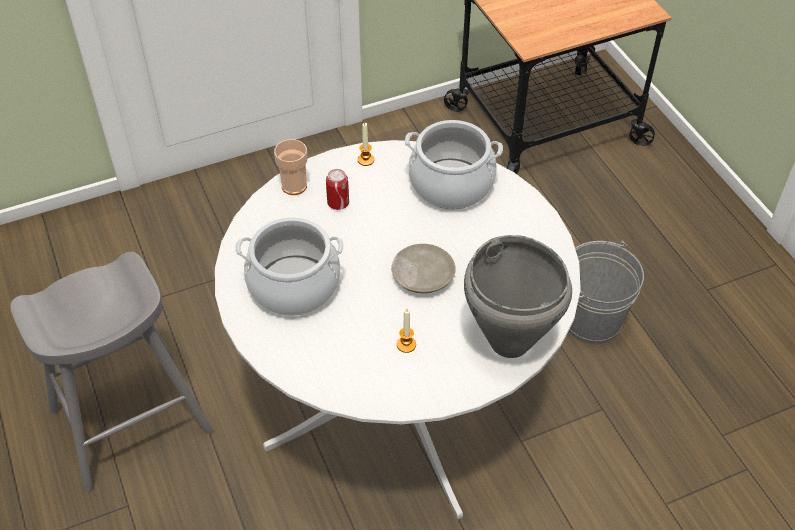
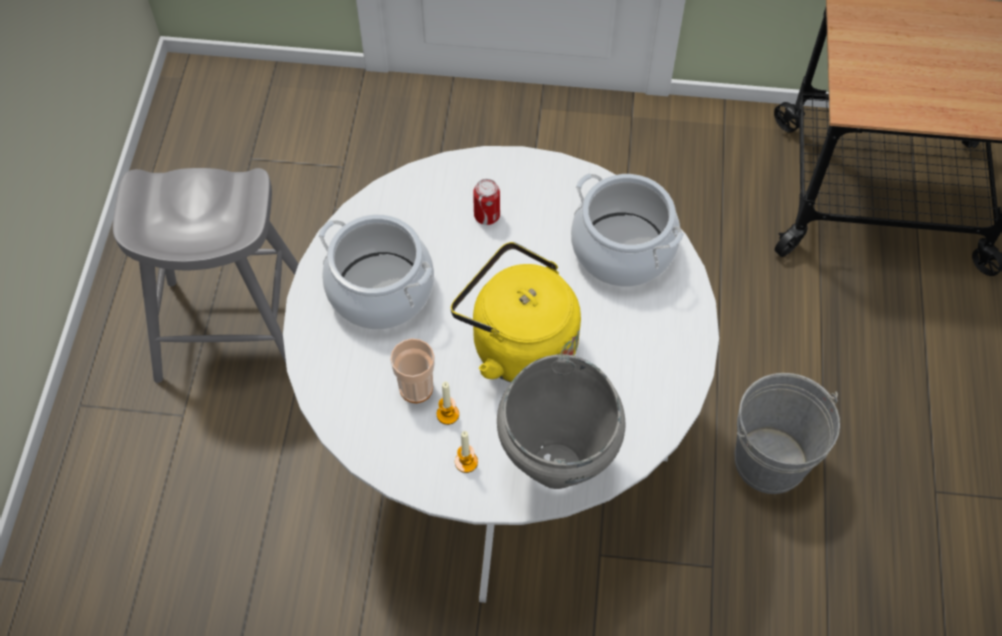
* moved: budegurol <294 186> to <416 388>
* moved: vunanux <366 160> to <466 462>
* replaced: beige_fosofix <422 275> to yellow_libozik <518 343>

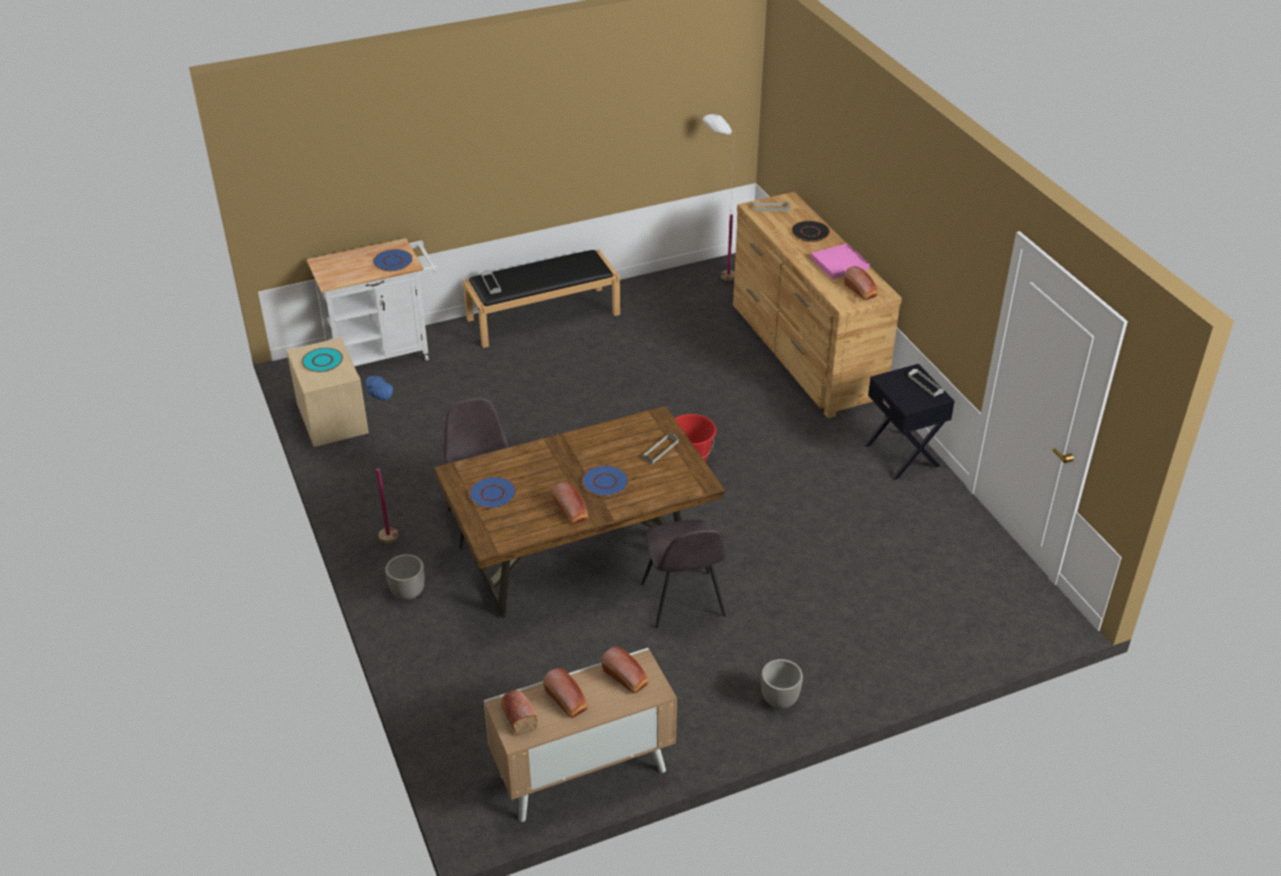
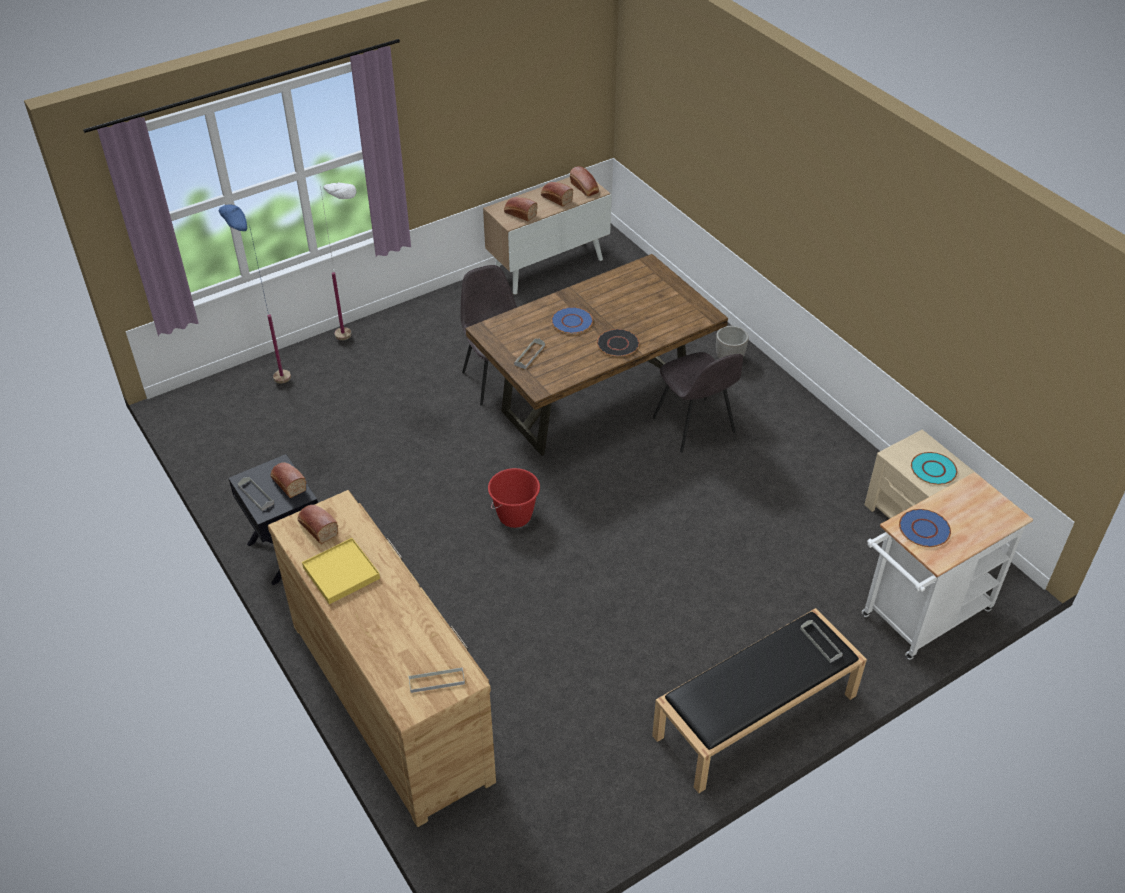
* removed: blue_fosofix <493 493>
* removed: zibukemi <779 700>
* moved: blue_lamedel <398 549> to <273 375>
* moved: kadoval <571 511> to <288 483>
* moved: white_lamedel <716 276> to <356 342>
* moved: black_fosofix <810 232> to <618 344>
* recoloured: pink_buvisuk <839 263> to yellow_buvisuk <341 573>

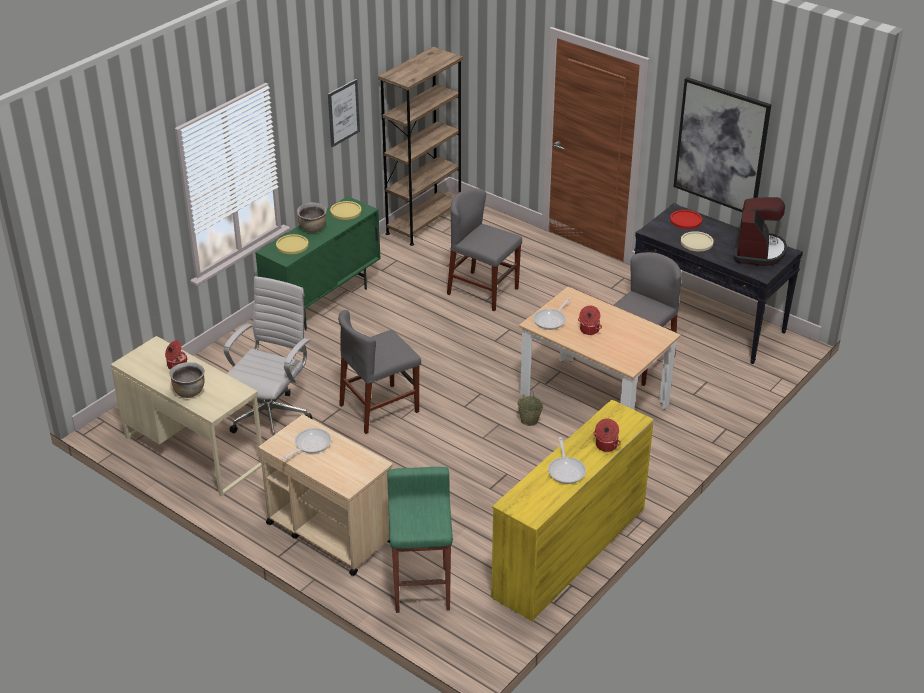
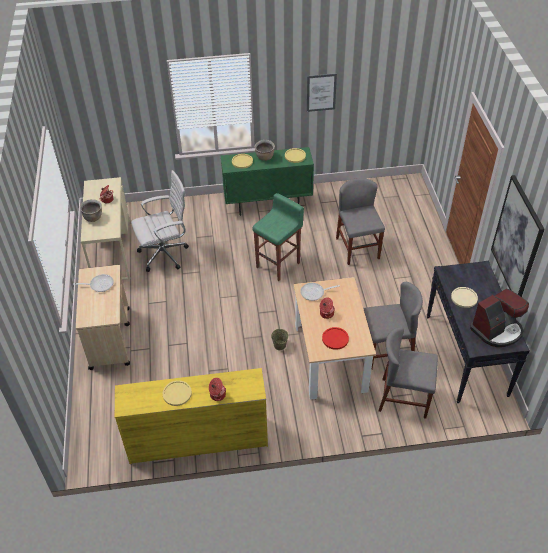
* removed: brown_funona <424 223>
* moved: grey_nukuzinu <379 408> to <404 398>
* moved: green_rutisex <422 588> to <279 265>
* moved: red_fosofix <685 220> to <335 339>
* replaced: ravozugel <566 470> to yellow_fosofix <177 393>

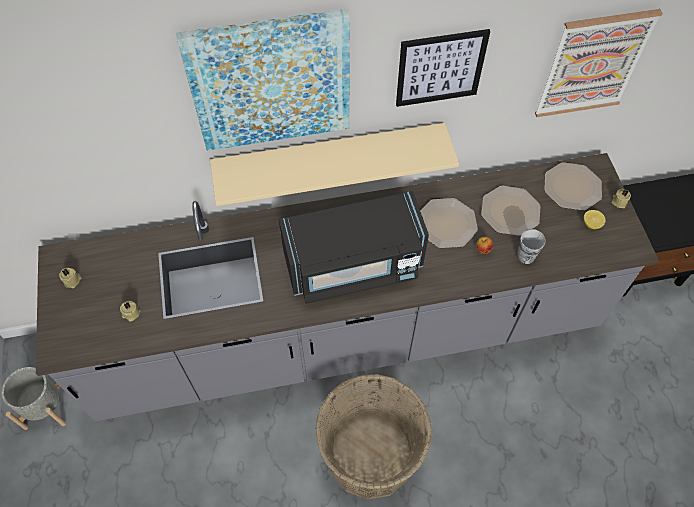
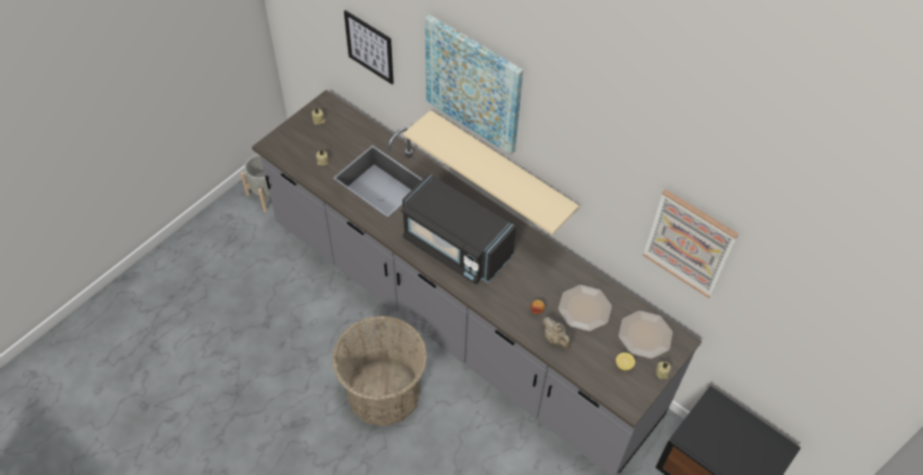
* removed: fosofix <447 224>
* moved: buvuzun <440 68> to <369 47>
* replaced: budegurol <525 256> to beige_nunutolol <555 339>

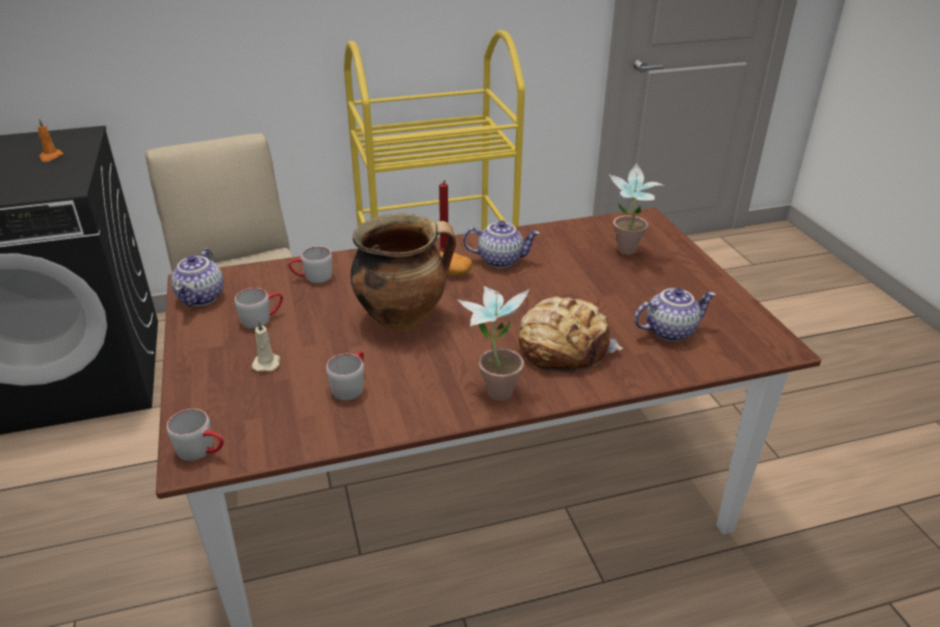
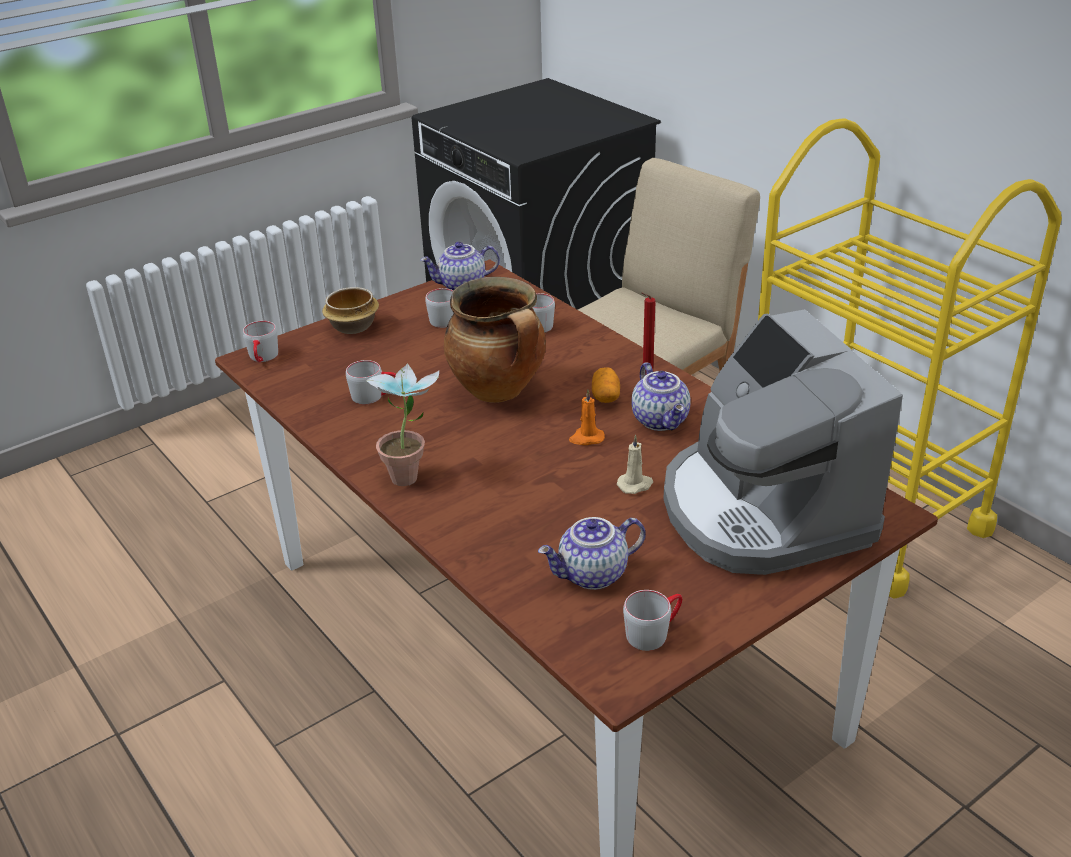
* removed: kadoval <563 347>
* added: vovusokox <353 327>
* added: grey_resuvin <654 632>
* moved: orange_vunanux <50 157> to <586 438>
* moved: beige_vunanux <267 363> to <635 485>
* replaced: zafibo <626 253> to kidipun <762 511>
* turned: nunutolol <670 331> = <593 575> 105 degrees clockwise

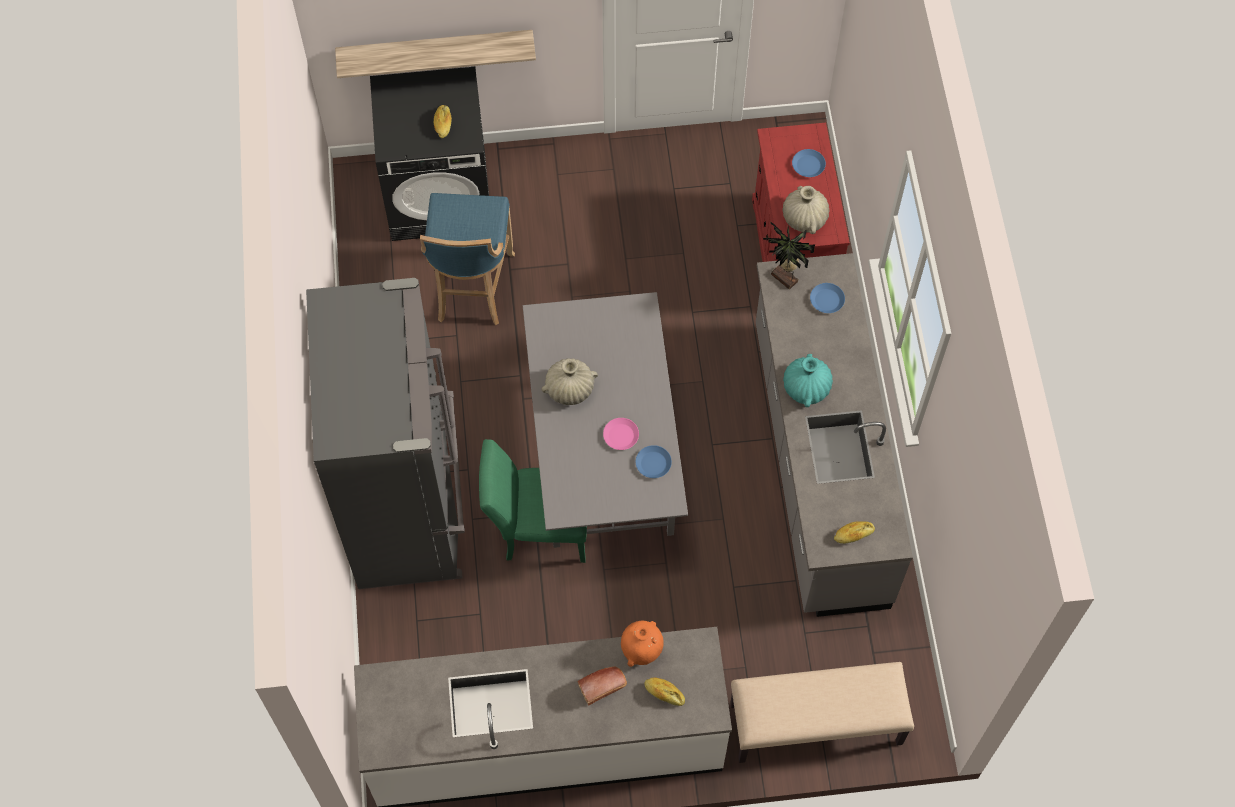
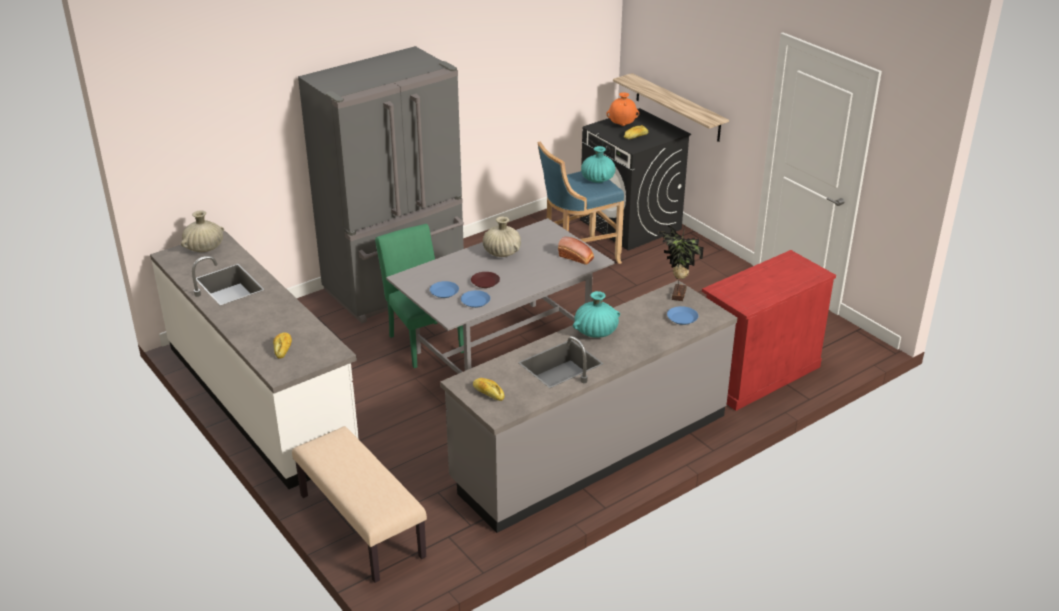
* added: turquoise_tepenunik <597 179>
* moved: kadoval <603 686> to <577 258>
* moved: orange_tepenunik <641 650> to <622 125>
* moved: beige_tepenunik <804 219> to <204 248>
* moved: blue_fosofix <808 165> to <444 292>
* recoloured: pink_fosofix <621 436> to brown_fosofix <485 282>

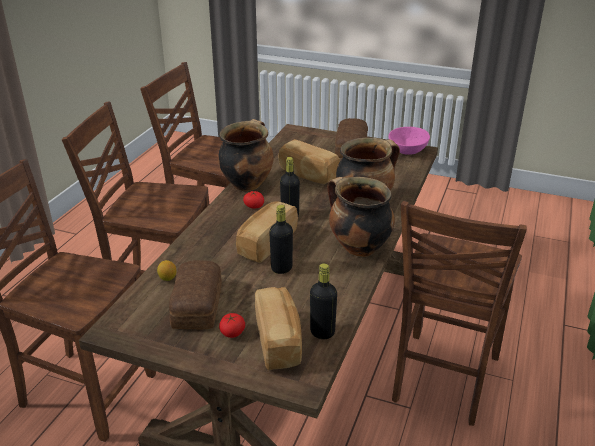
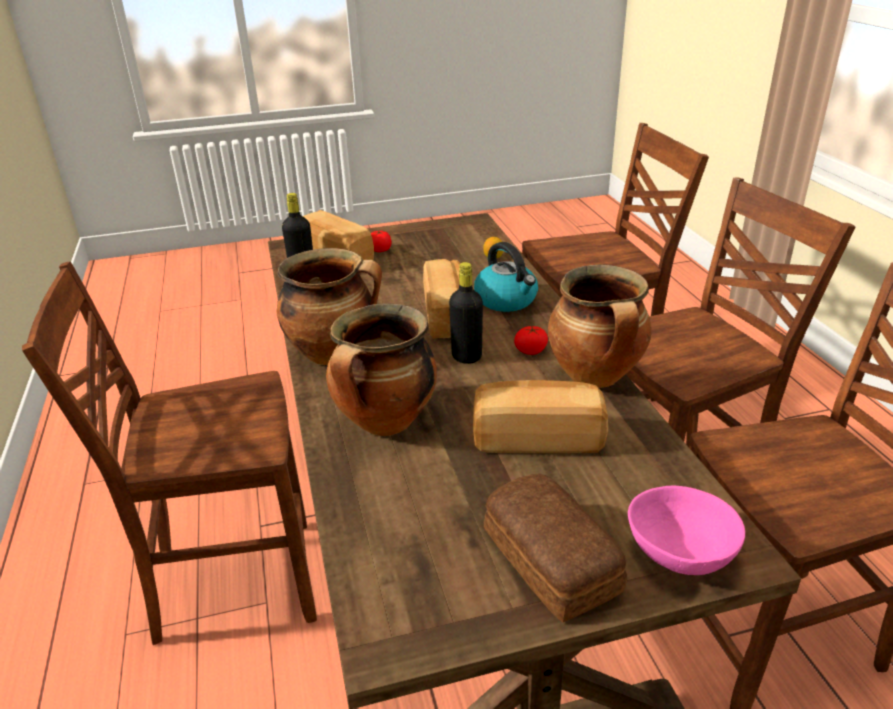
* removed: kadoval <195 306>
* removed: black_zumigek <281 268>
* added: libozik <507 300>
* moved: pink_vovusokox <407 150> to <681 554>
* turned: brown_nukuzinu <442 379> = <231 582> 90 degrees counterclockwise

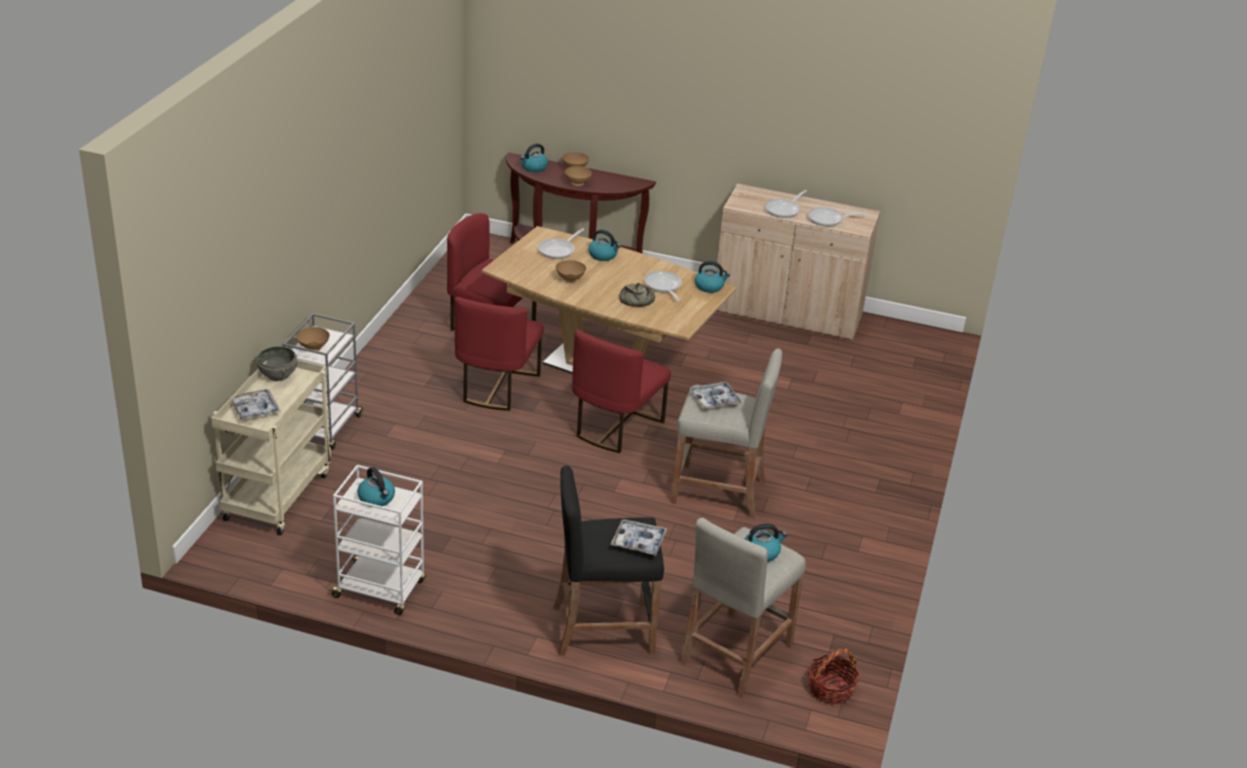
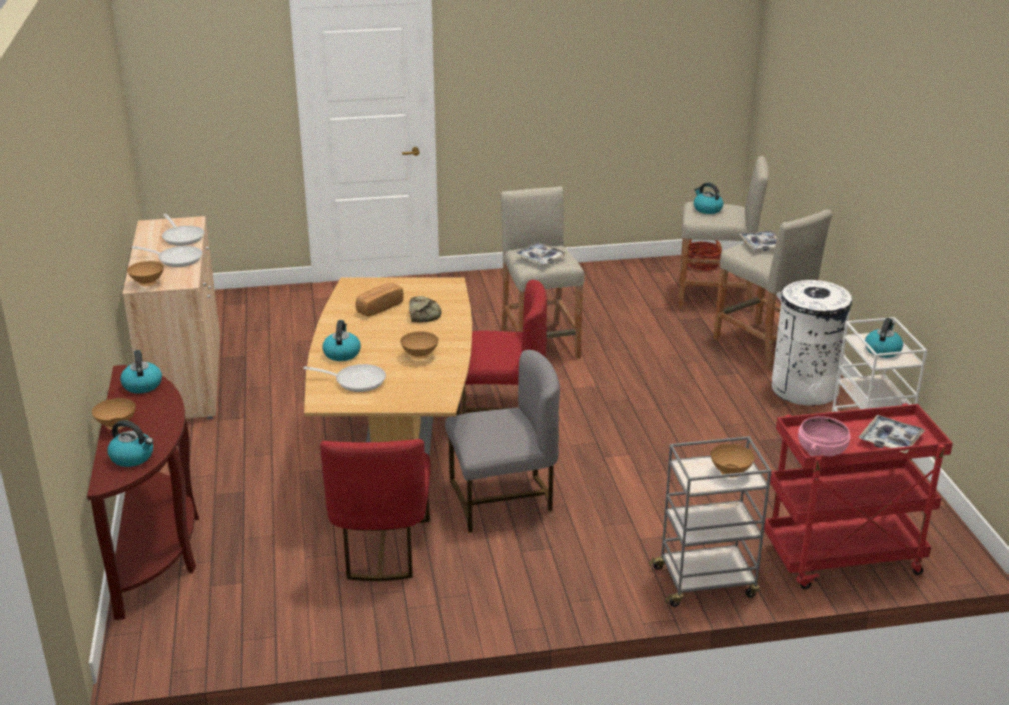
* added: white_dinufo <804 389>
* moved: brown_vovusokox <577 183> to <147 284>
* moved: libozik <709 286> to <142 385>
* replaced: ravozugel <663 287> to kadoval <379 308>
* recoloured: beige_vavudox <277 495> to red_vavudox <842 560>
* recoloured: grey_vovusokox <278 374> to pink_vovusokox <820 452>
* recoloured: red_nukuzinu <496 387> to grey_nukuzinu <502 500>
* recoloured: black_rutisex <602 629> to beige_rutisex <763 345>

